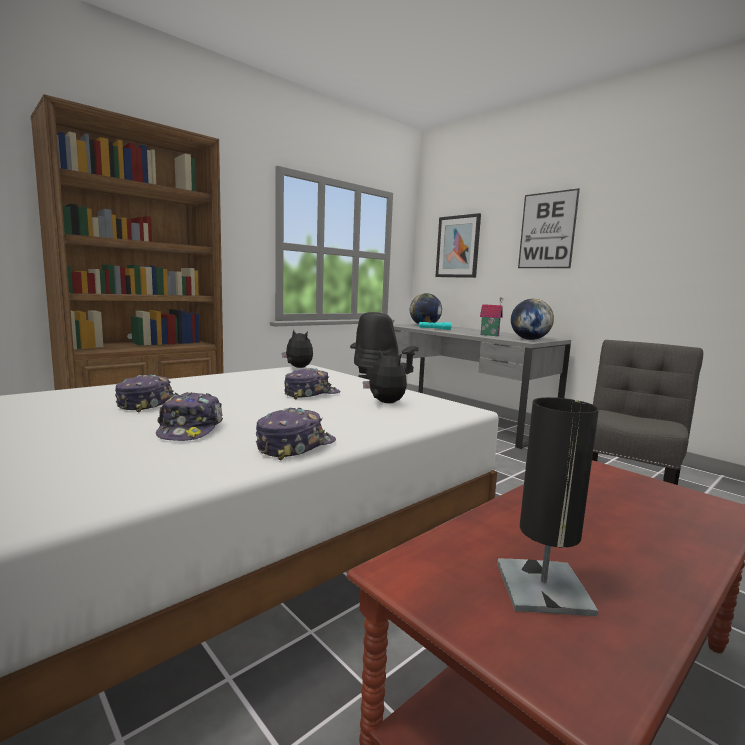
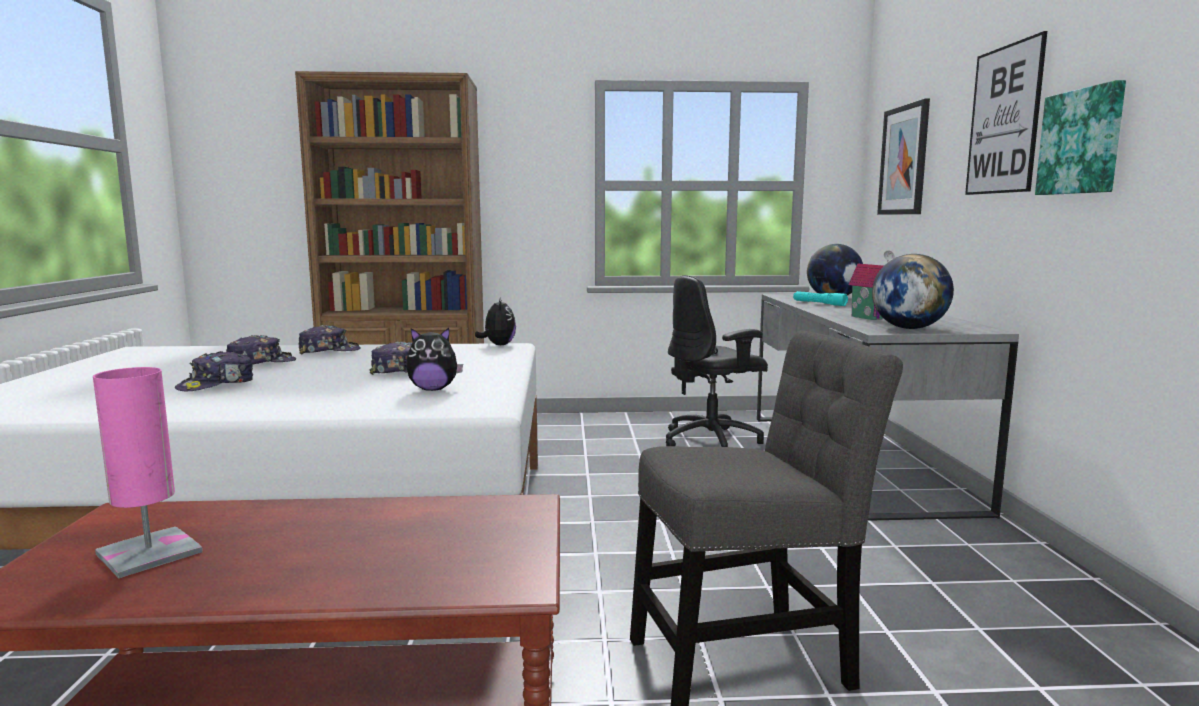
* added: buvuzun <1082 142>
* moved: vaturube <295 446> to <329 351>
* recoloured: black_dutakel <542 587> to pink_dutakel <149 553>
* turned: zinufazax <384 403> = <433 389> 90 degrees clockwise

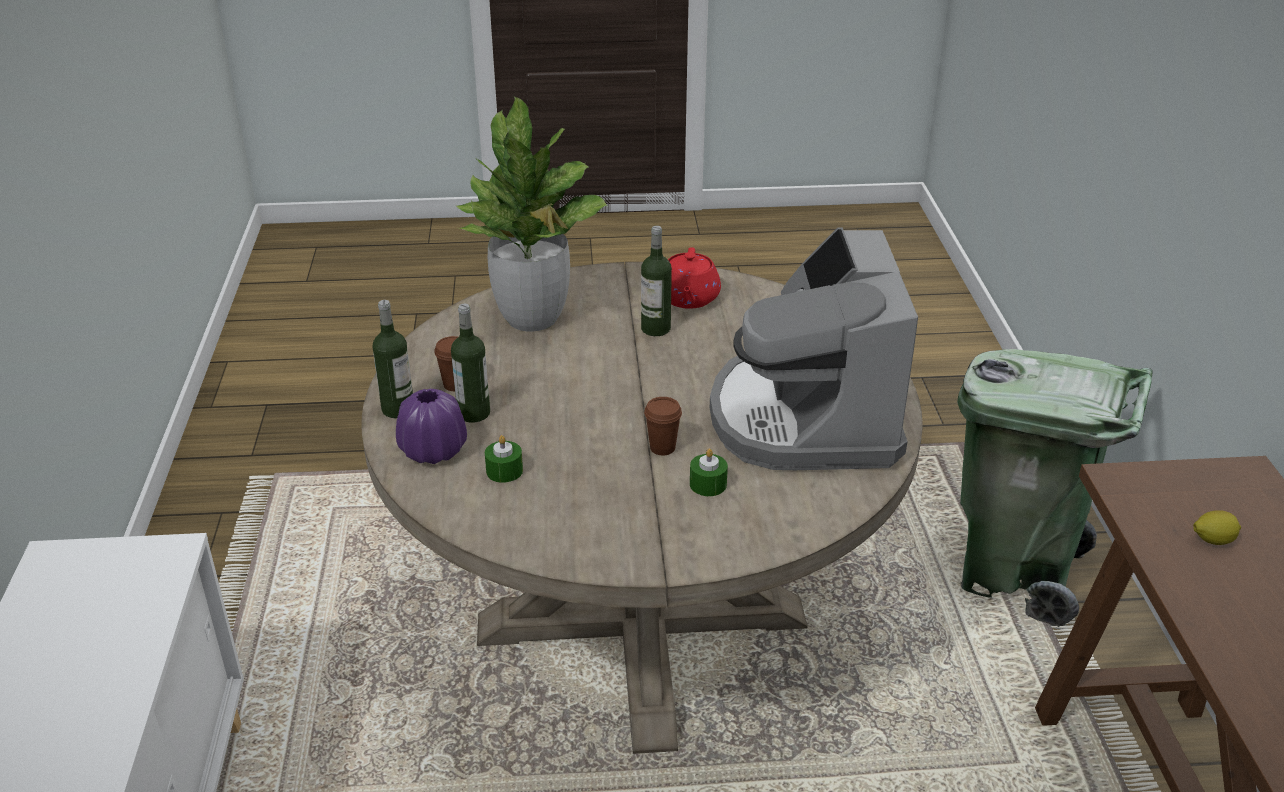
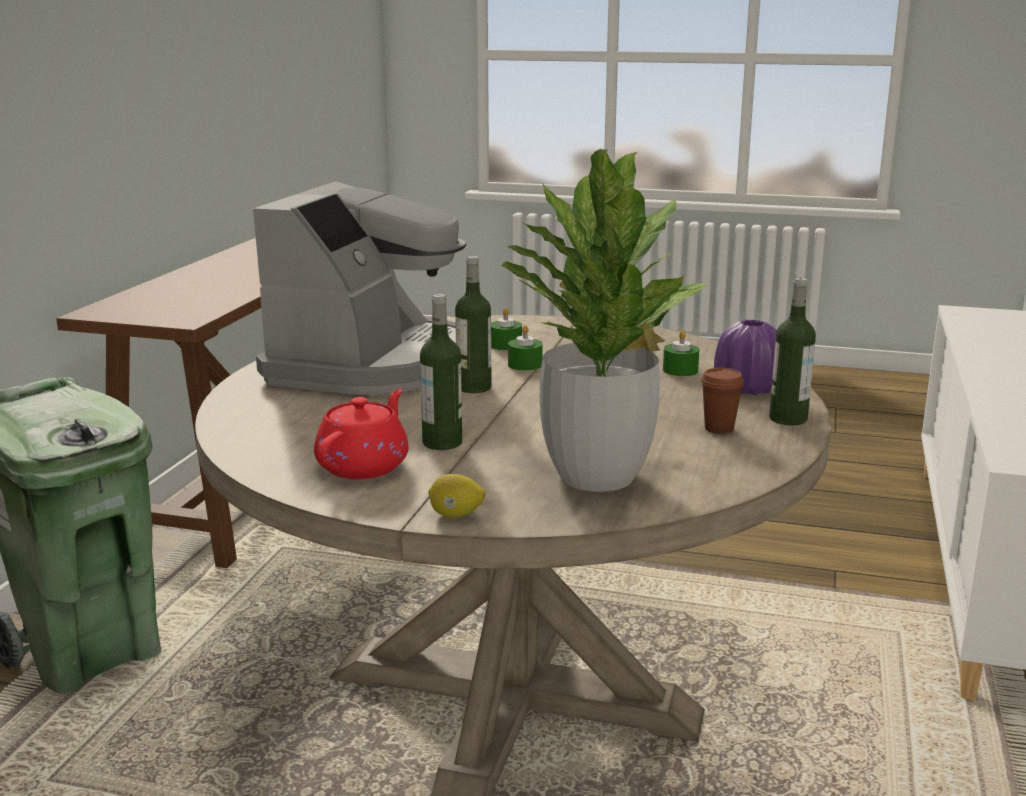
* moved: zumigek <473 413> to <474 387>
* moved: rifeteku <1212 540> to <456 515>
* replaced: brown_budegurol <662 448> to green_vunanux <525 365>

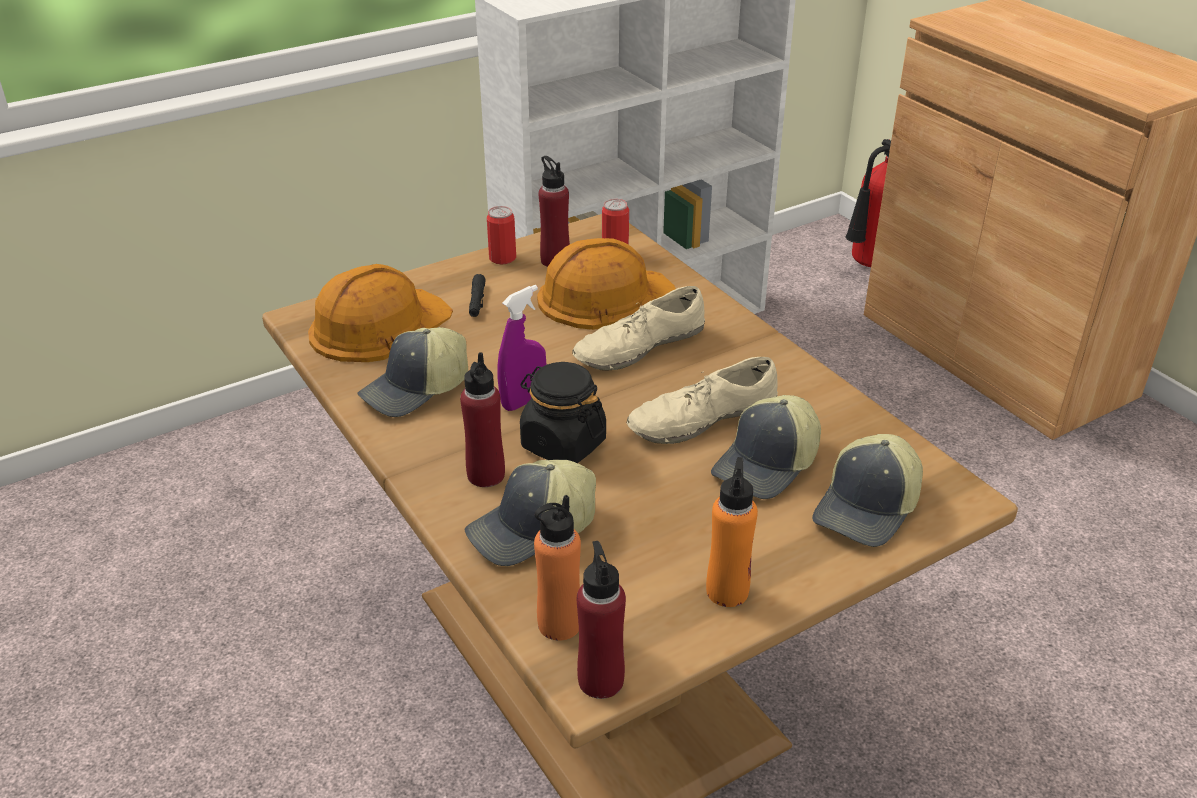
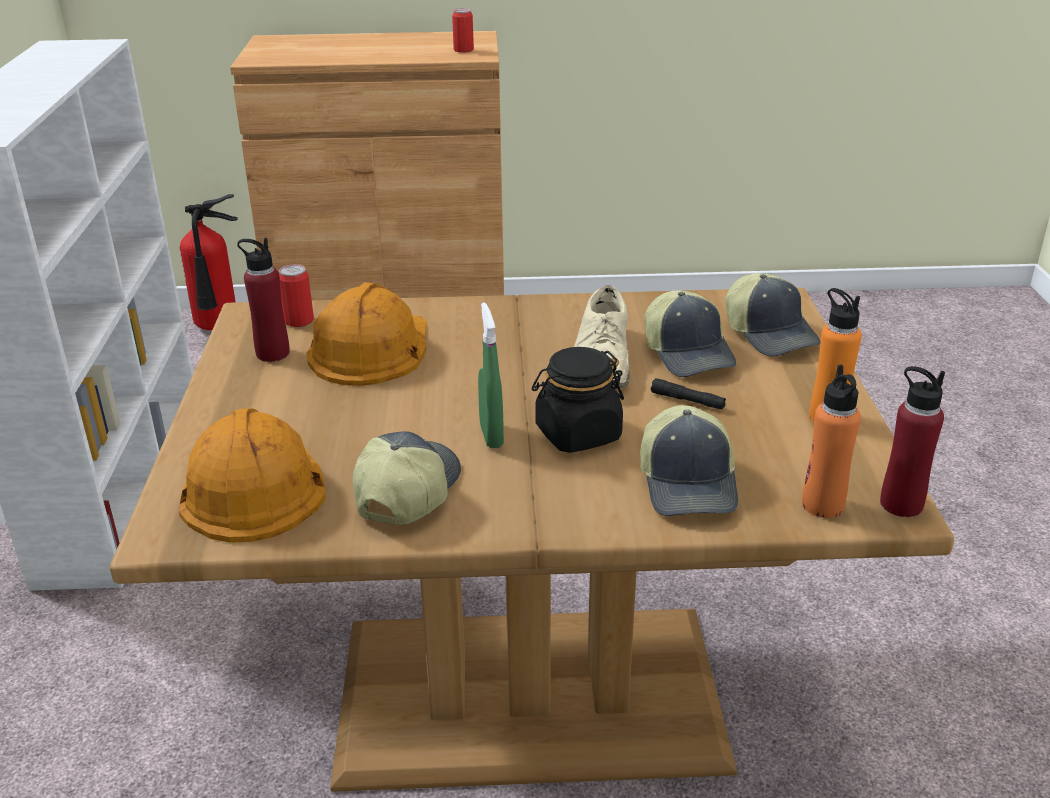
* removed: red_zumigek <486 475>
* removed: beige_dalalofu <639 346>
* moved: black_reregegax <477 301> to <688 400>
* moved: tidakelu <502 258> to <463 50>
* recoloured: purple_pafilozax <523 401> to green_pafilozax <491 435>
* turned: vaturube <416 390> = <406 491> 150 degrees counterclockwise

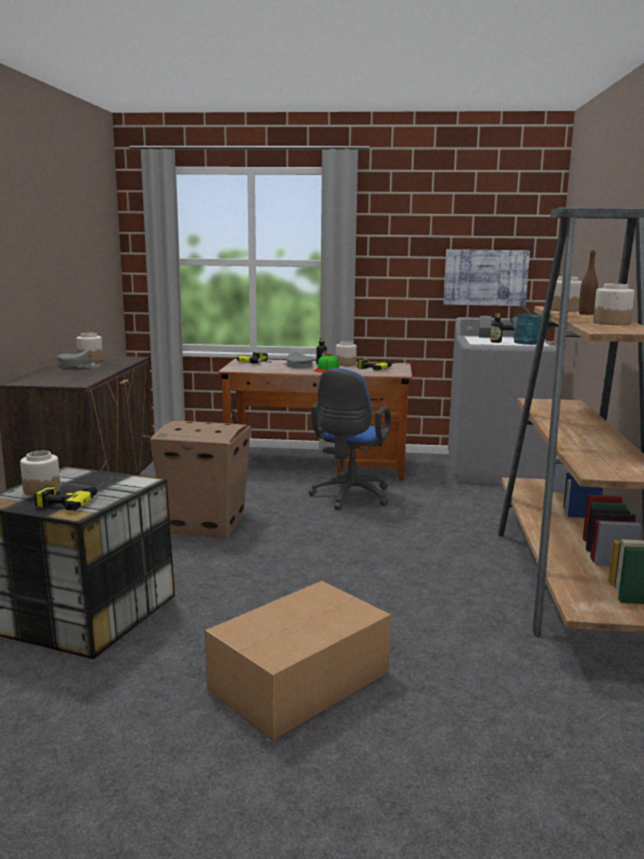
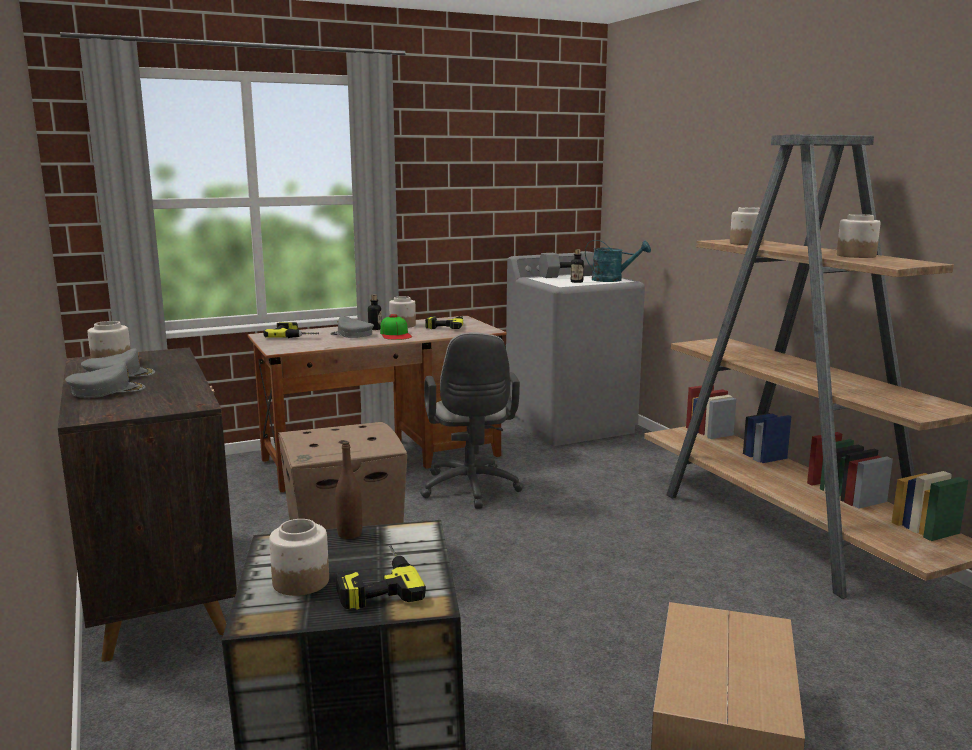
* removed: buvuzun <485 277>
* added: grey_vaturube <107 390>
* moved: brown_zumigek <586 314> to <350 534>
* recoloured: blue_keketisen <349 497> to grey_keketisen <470 490>

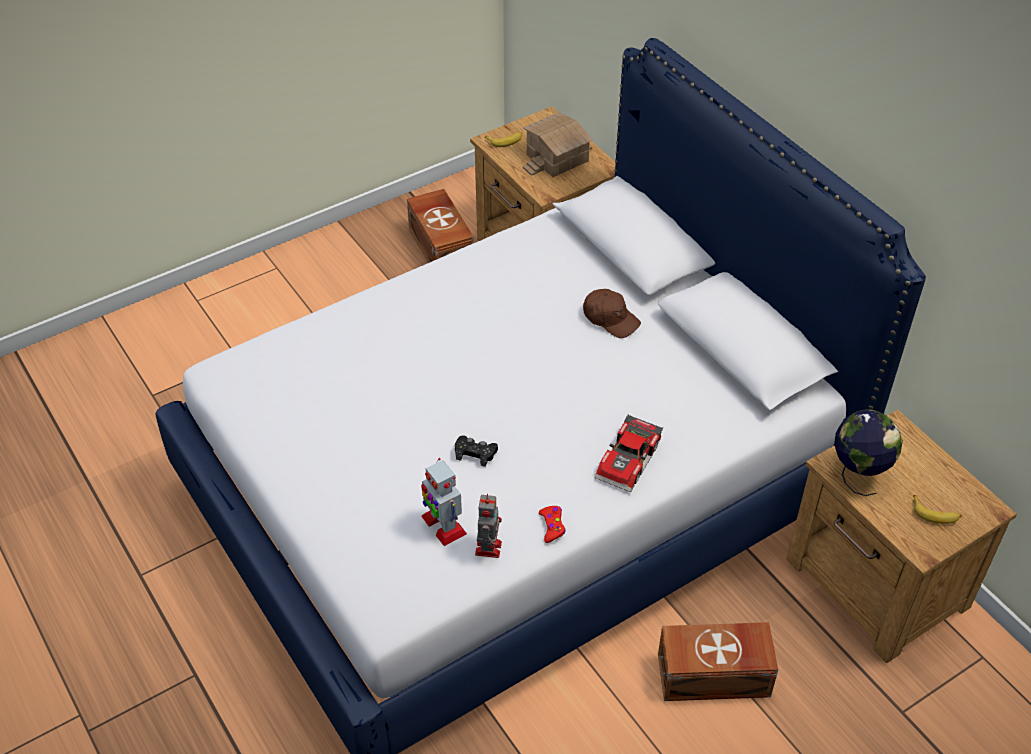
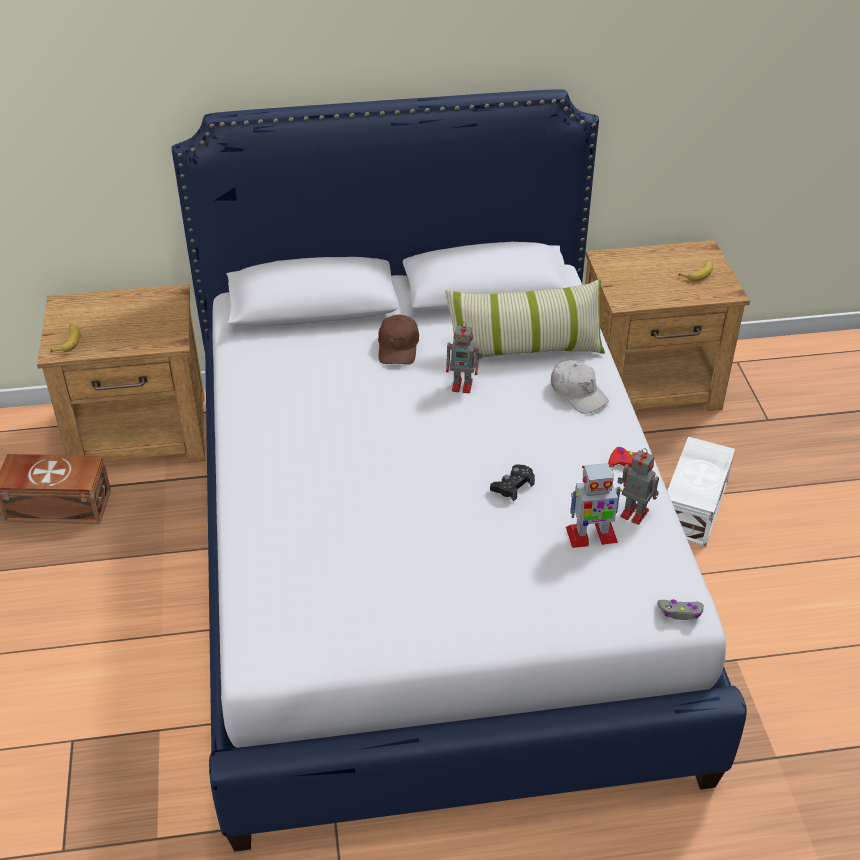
* removed: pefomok <558 159>
* removed: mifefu <858 474>
* added: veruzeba <524 349>
* added: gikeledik <463 385>
* added: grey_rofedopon <680 612>
* replaced: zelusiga <630 461> to white_vaturube <578 393>
* recoloured: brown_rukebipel <715 676> to white_rukebipel <695 506>
* turned: brown_vaturube <610 319> = <398 347> 120 degrees clockwise

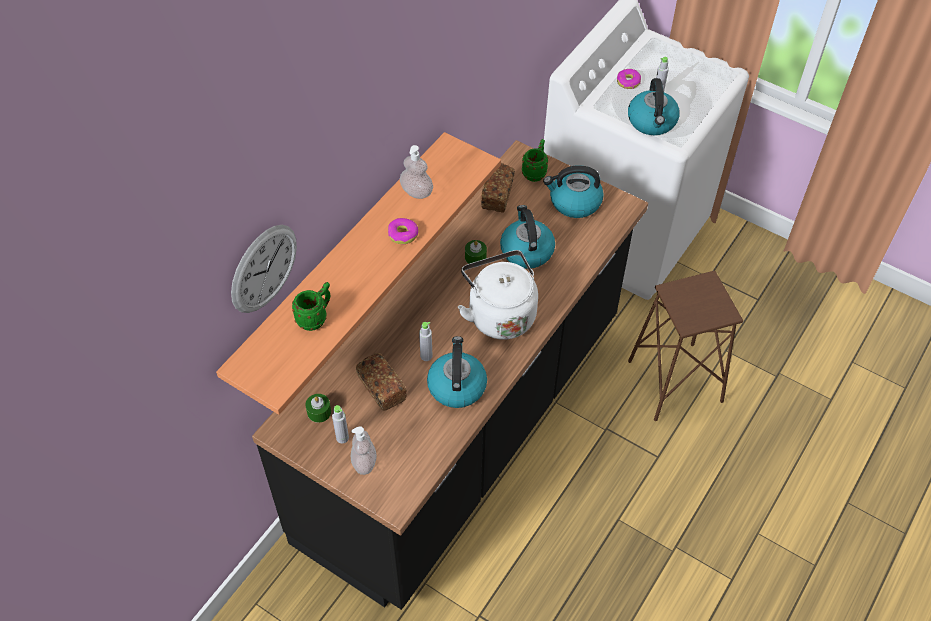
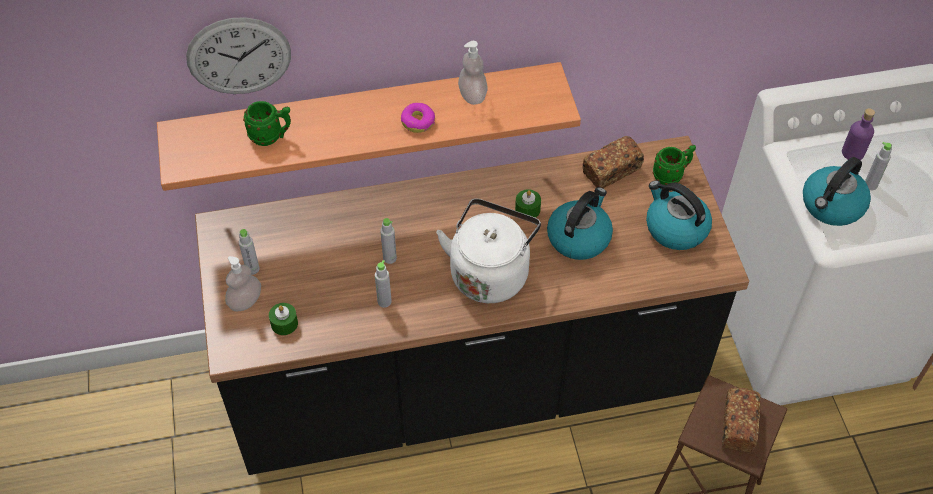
* moved: green_vunanux <319 412> to <284 323>
* moved: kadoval <381 388> to <738 425>
* replaced: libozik <456 385> to grey_zumigek <384 301>
* replaced: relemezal <628 82> to purple_zumigek <853 153>

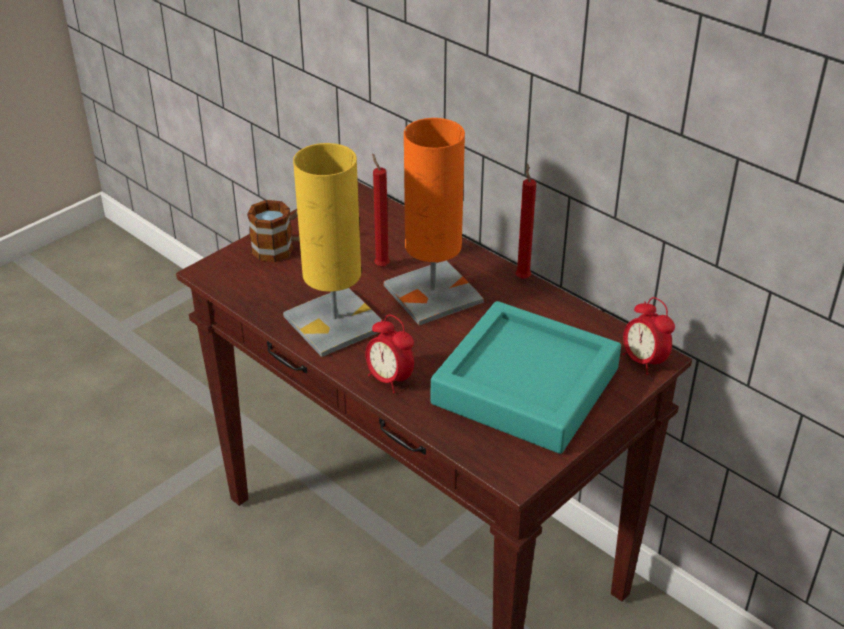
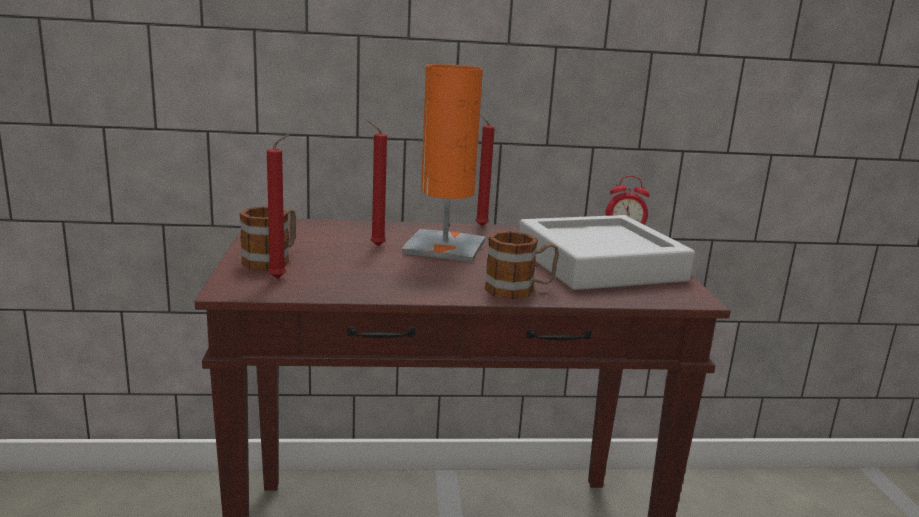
* removed: yellow_dutakel <335 323>
* added: red_vunanux <280 278>
* replaced: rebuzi <389 379> to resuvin <519 290>
* recoloured: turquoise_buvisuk <525 386> to grey_buvisuk <599 264>

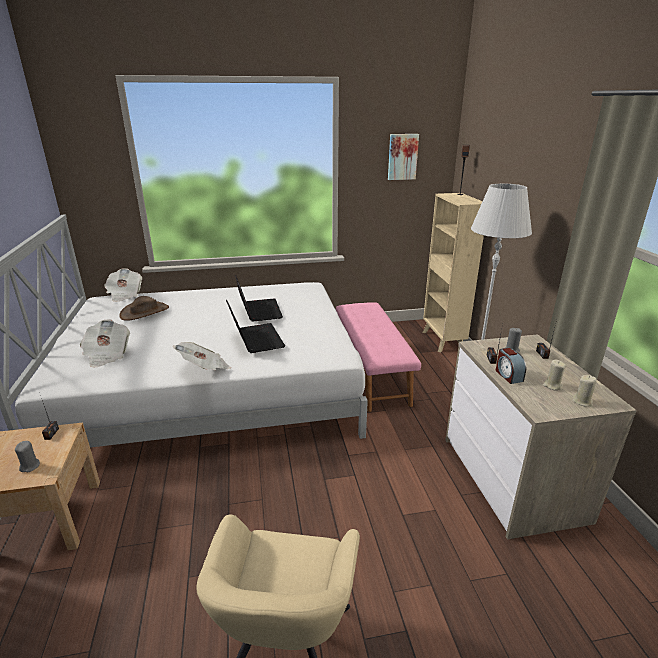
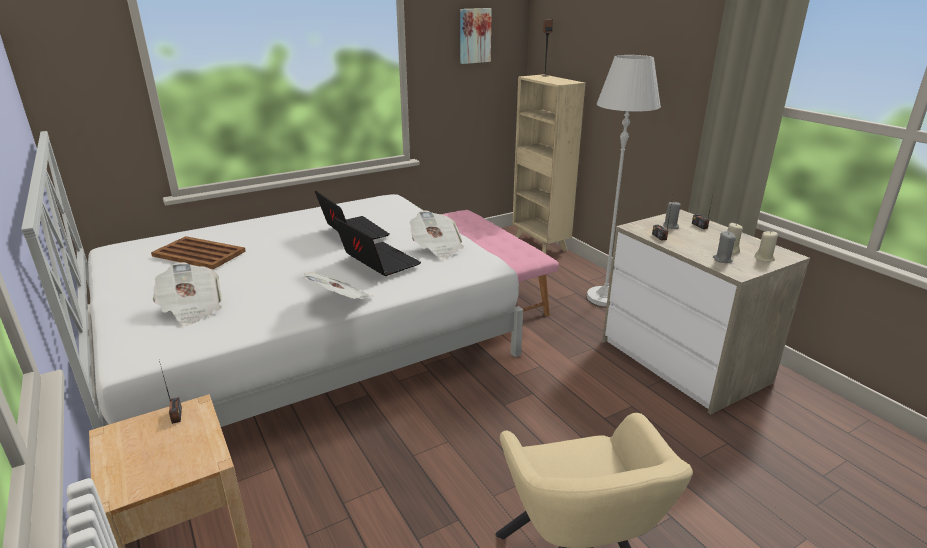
* removed: rebuzi <508 375>
* moved: grey_vunanux <30 466> to <722 260>
* moved: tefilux <124 294> to <437 248>
* replaced: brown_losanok <144 312> to brown_buvisuk <198 253>

